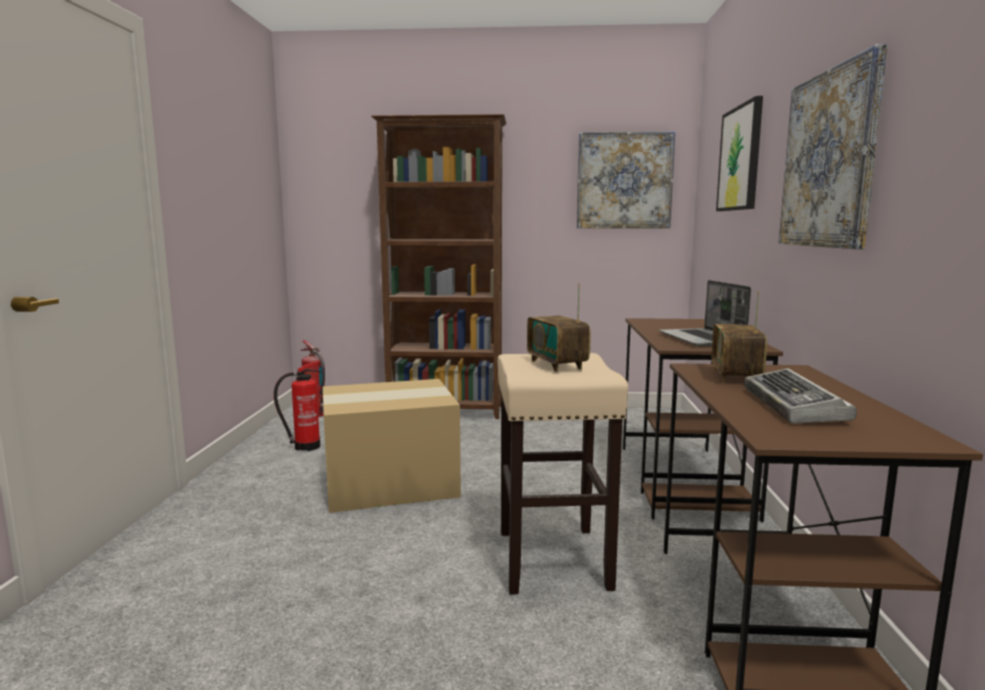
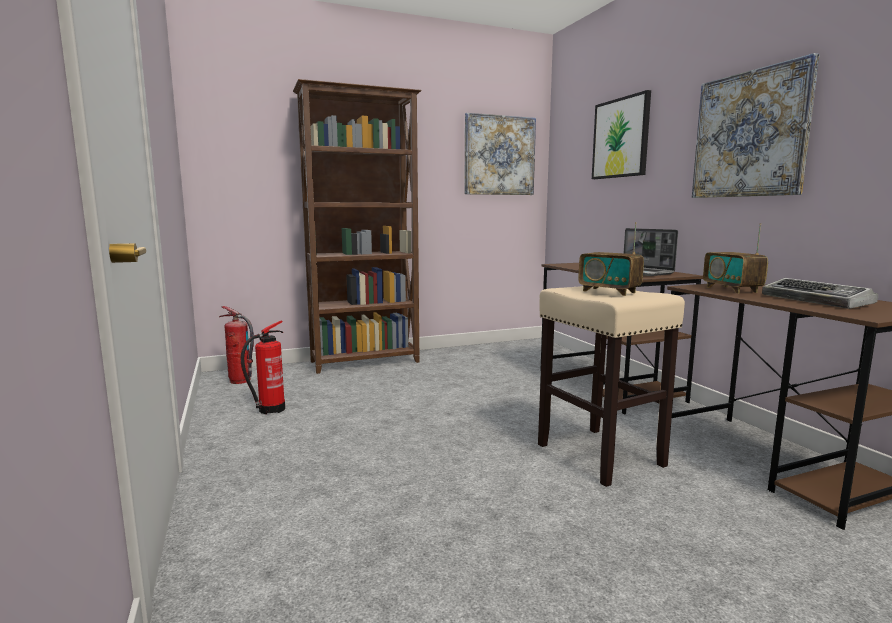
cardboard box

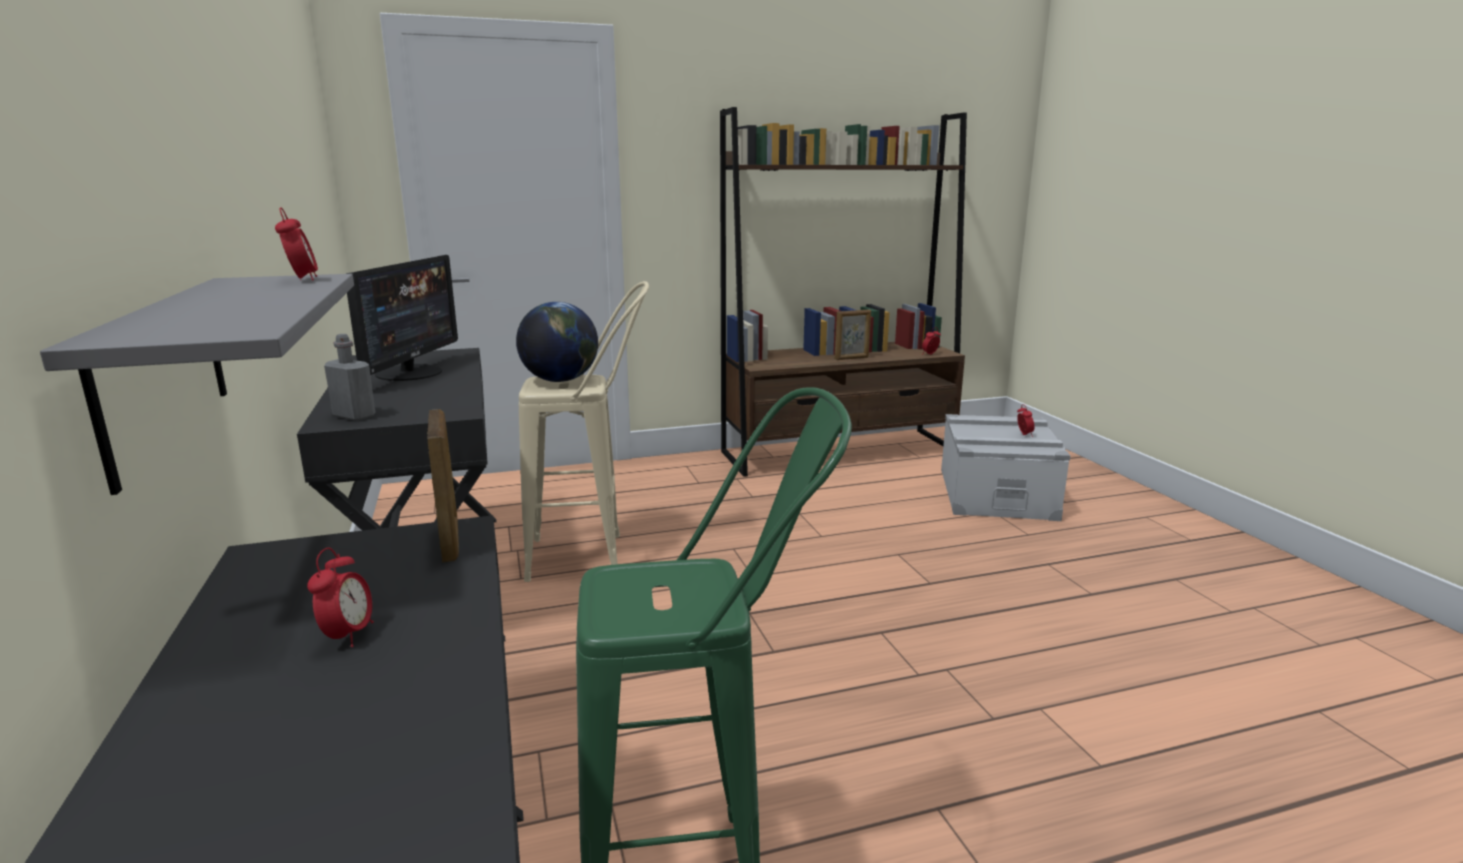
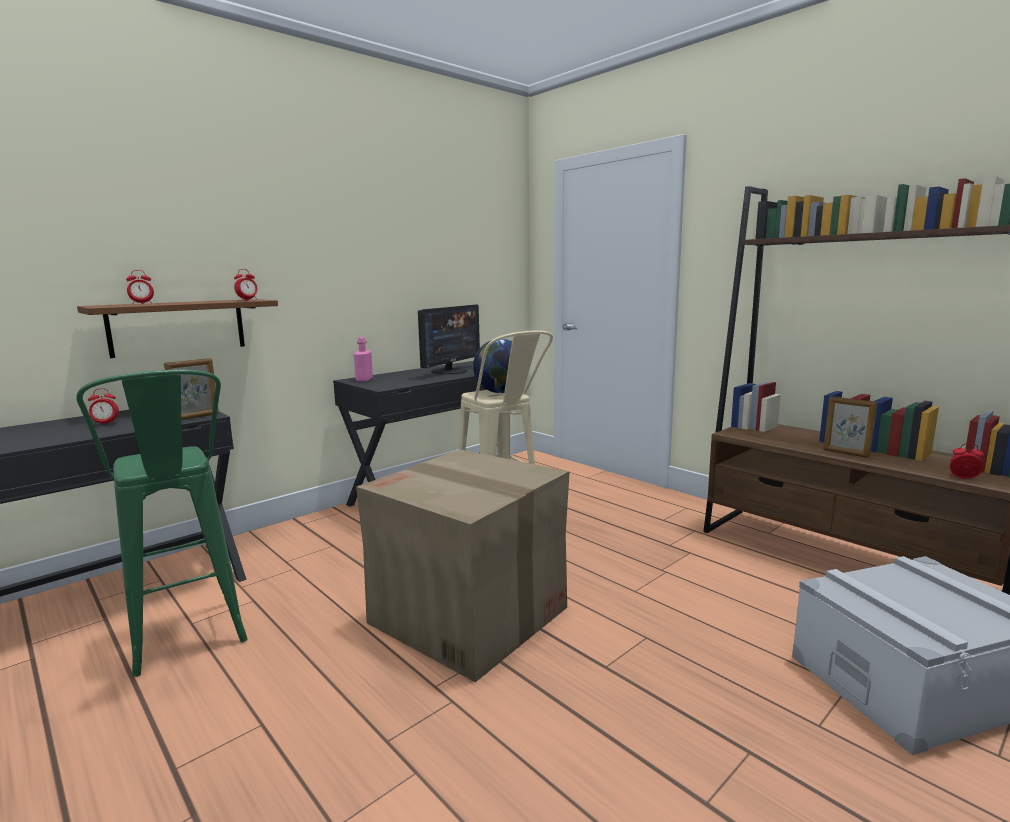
cardboard box
alarm clock (2nd from left)
brown shelf
pink bottle
monitor

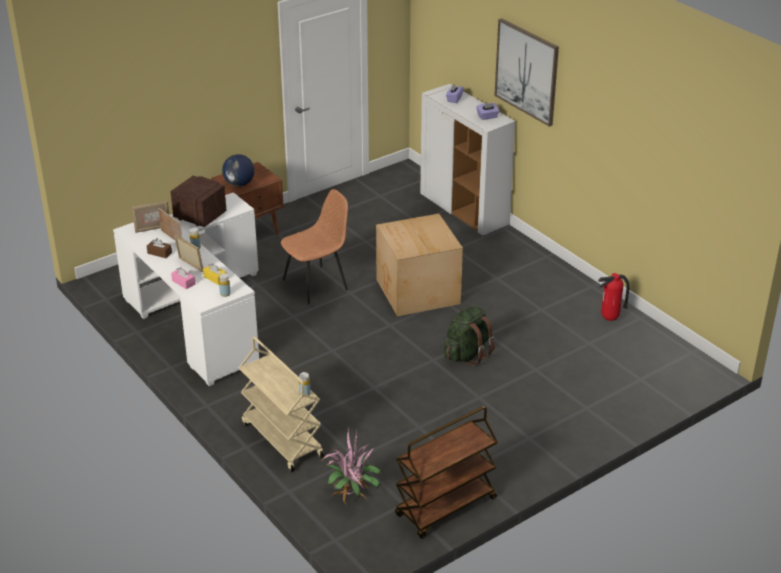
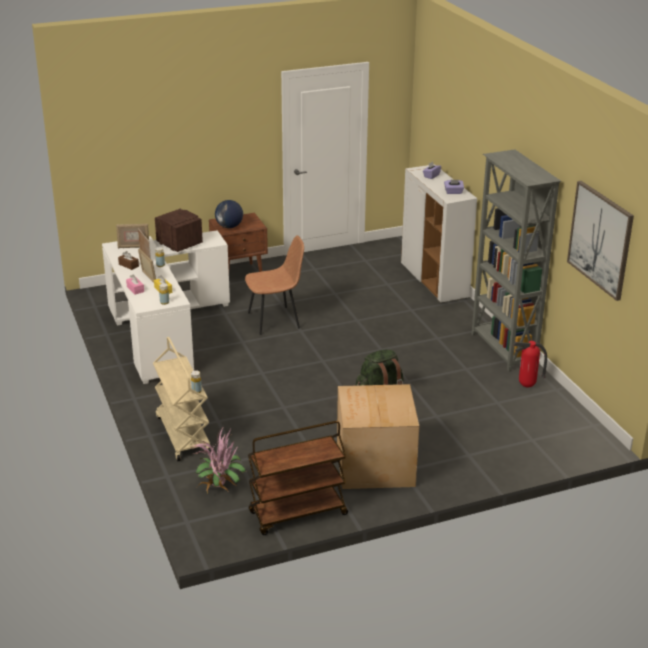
grey bookcase
cardboard box
picture

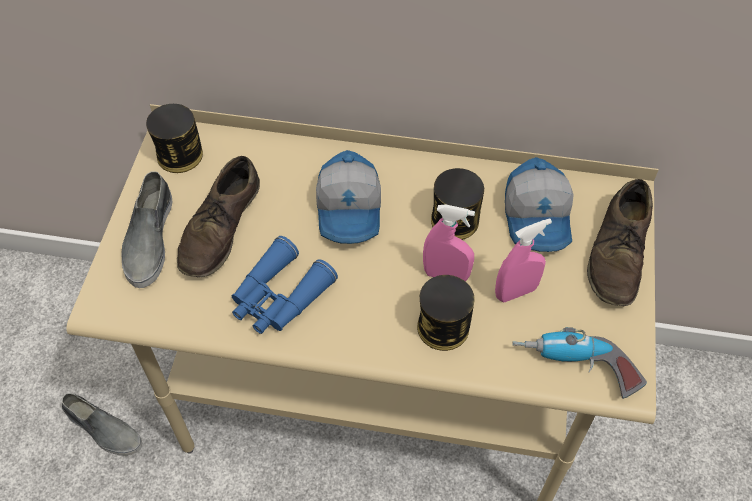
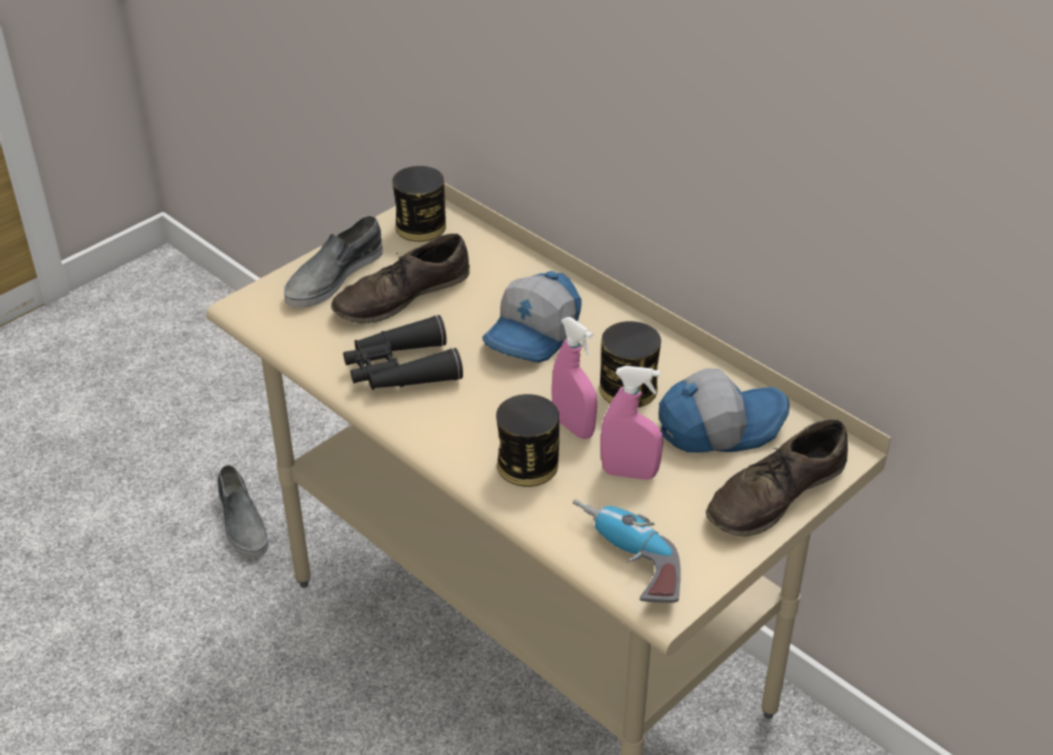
black binoculars
cap (2nd from left)

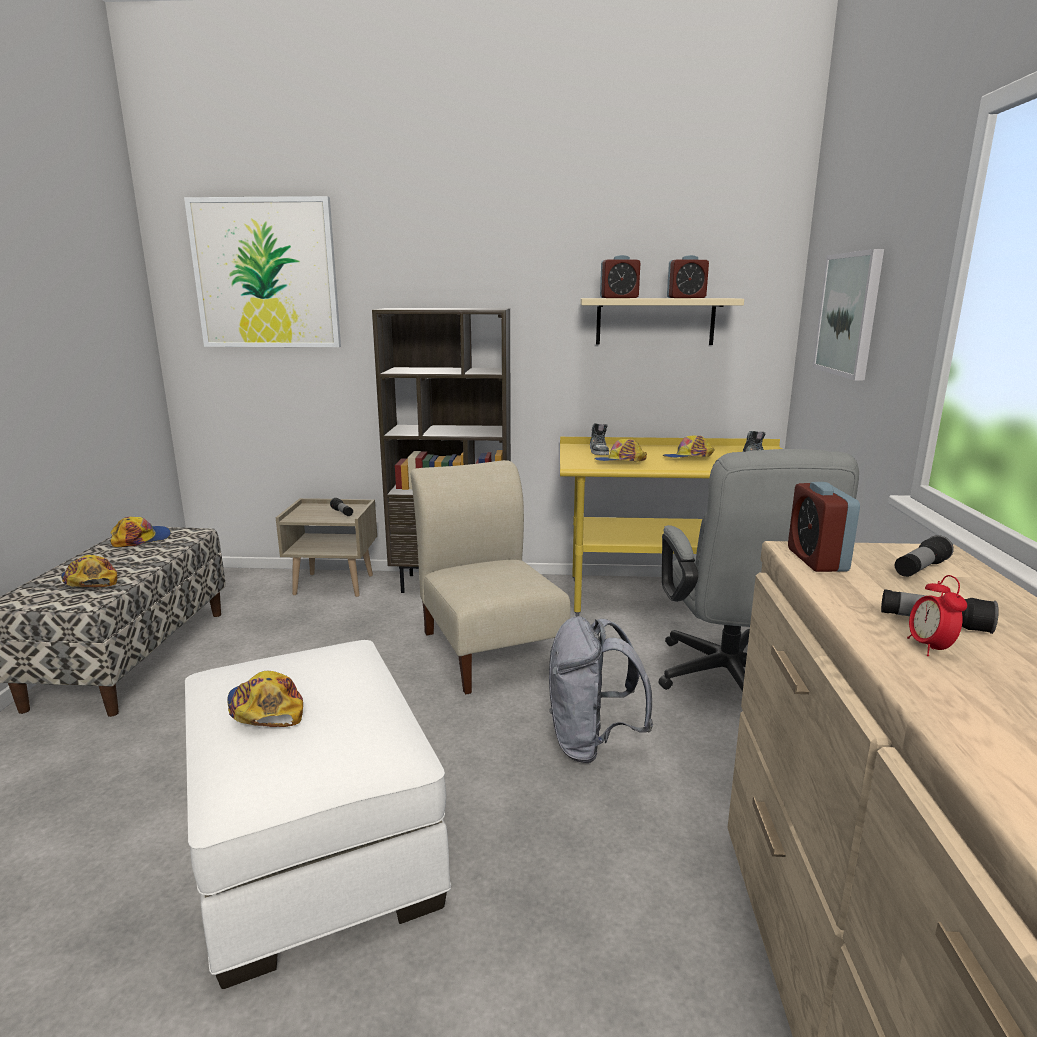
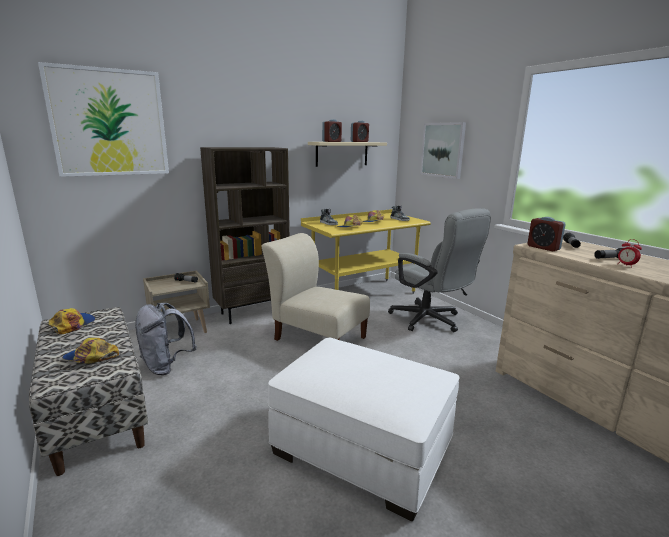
cap (3rd from left in the first image)
grey backpack

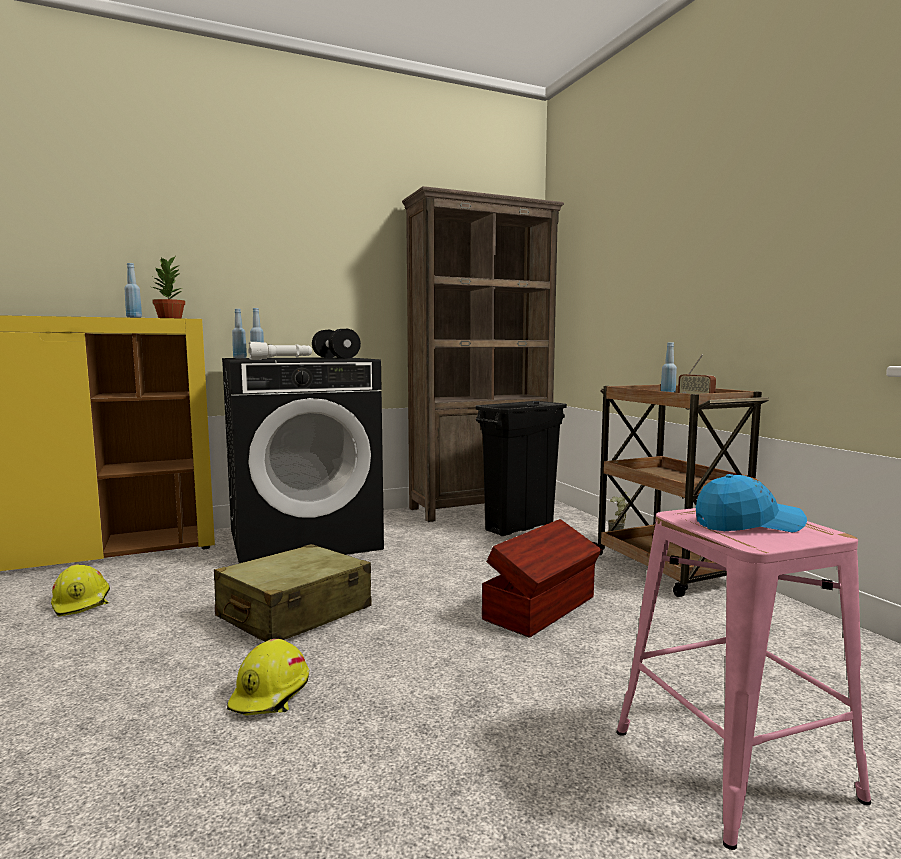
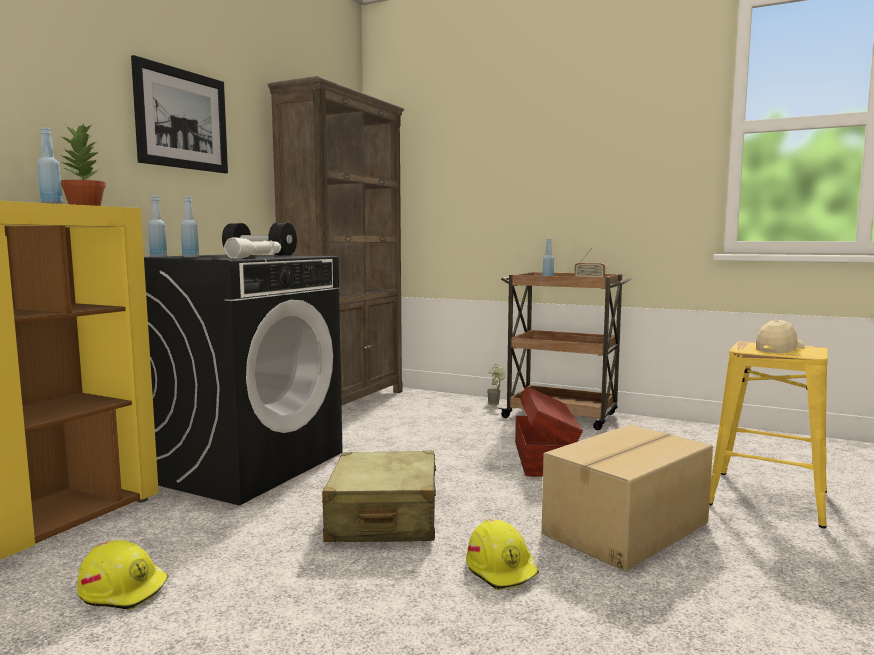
black trash can
picture
cardboard box
yellow stool
beige cap

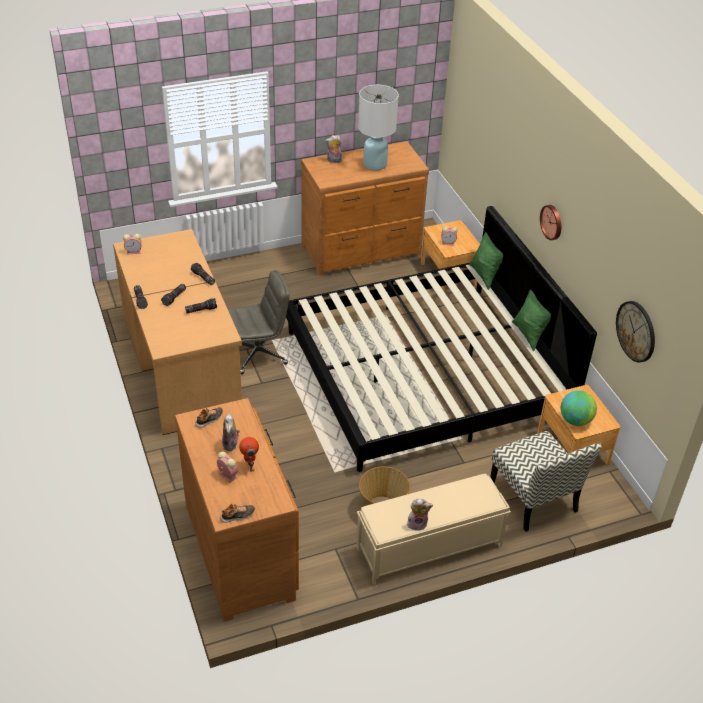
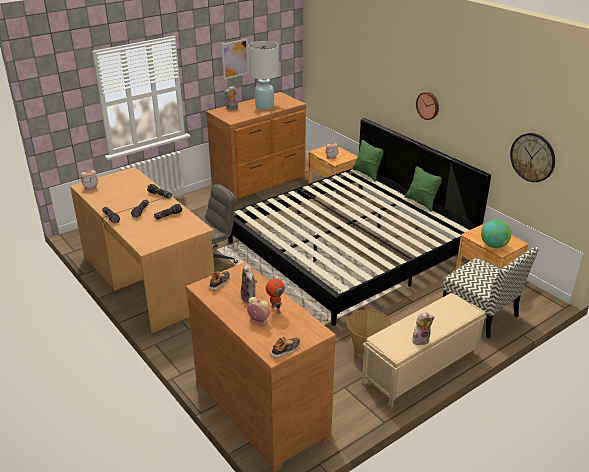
picture

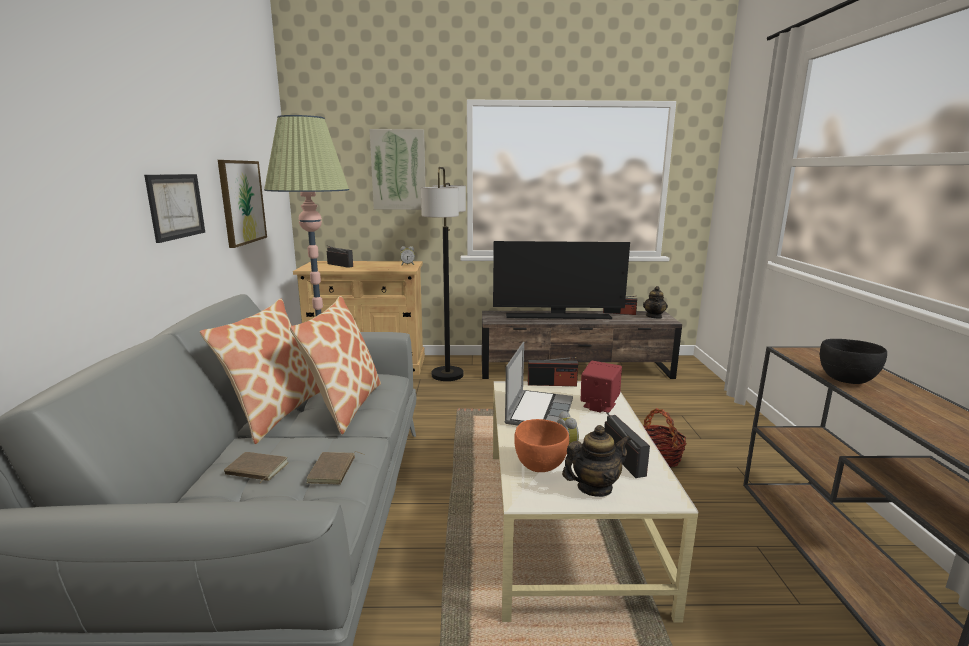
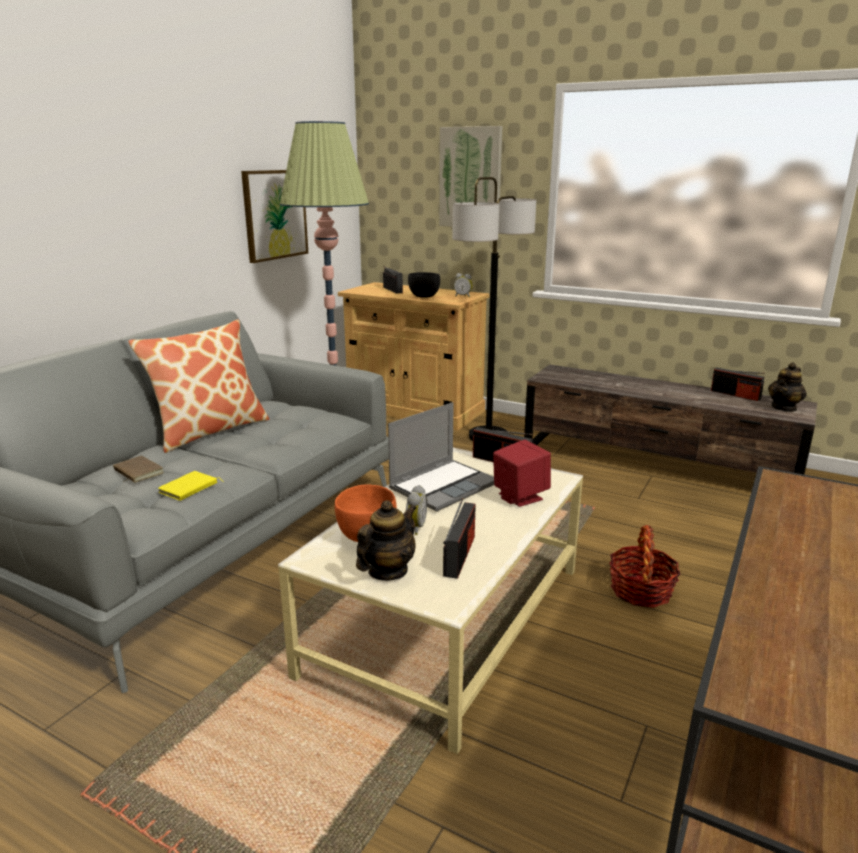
picture (1st from left in the first image)
pillow (2nd from left in the first image)
television
black bowl
yellow book
teapot (1st from left)

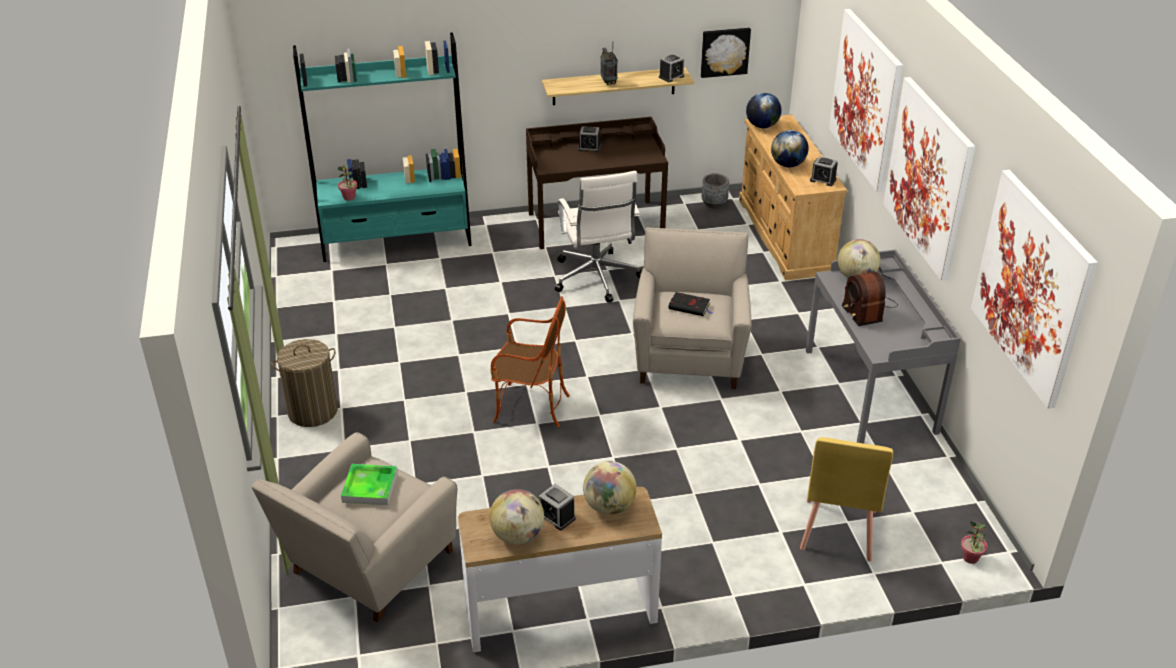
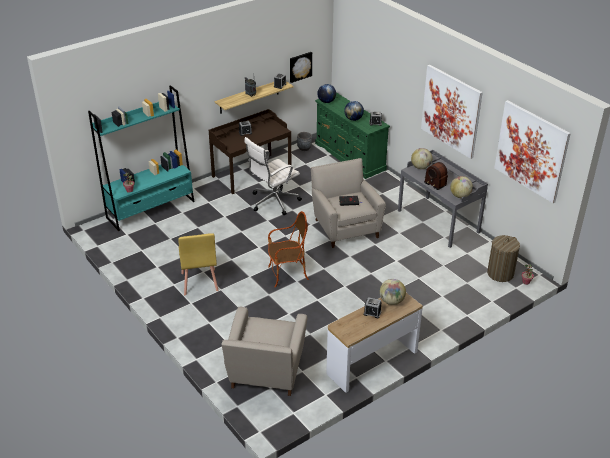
tray
picture (2nd from left in the first image)
laundry basket
globe (5th from left)
yellow chair
green dresser
white office chair

